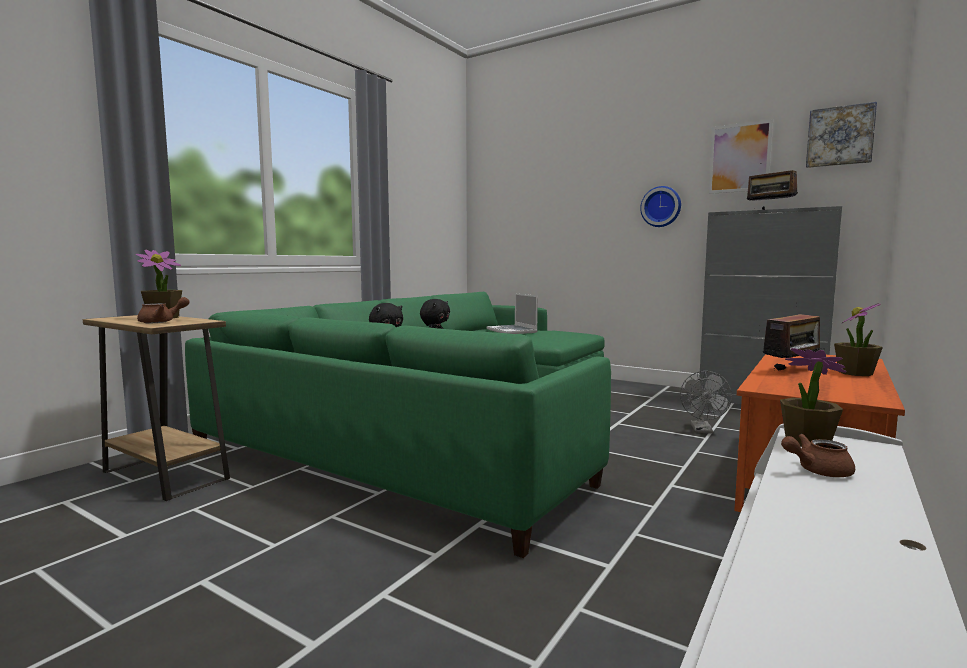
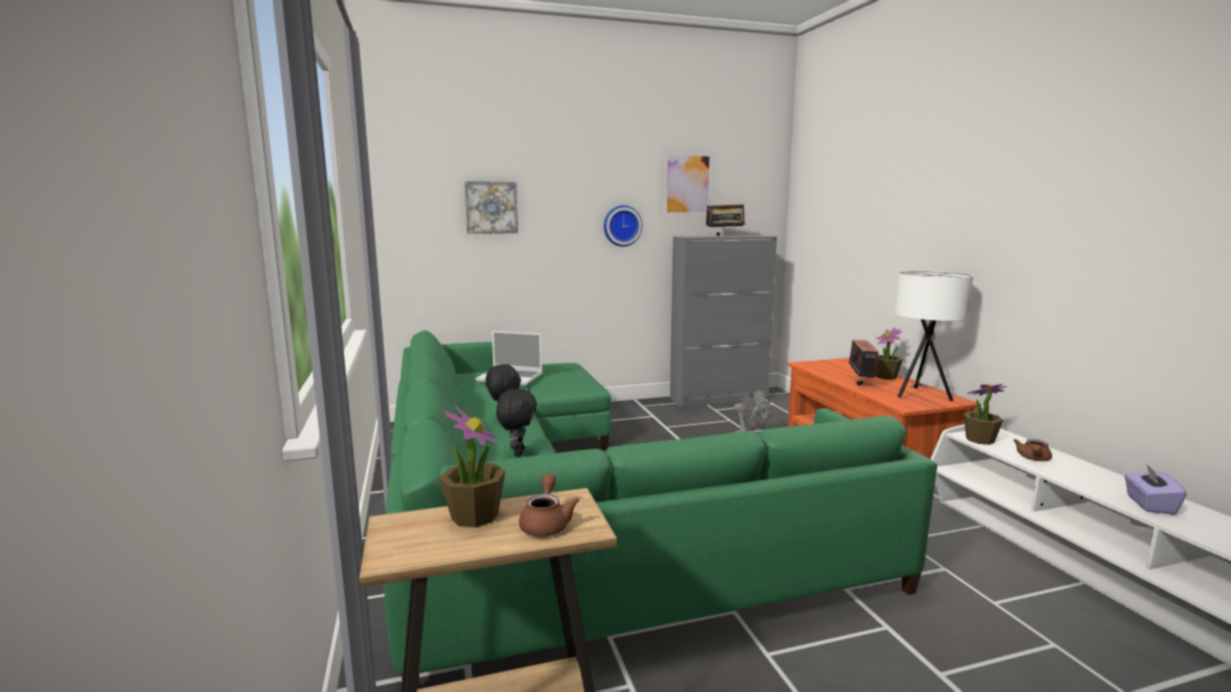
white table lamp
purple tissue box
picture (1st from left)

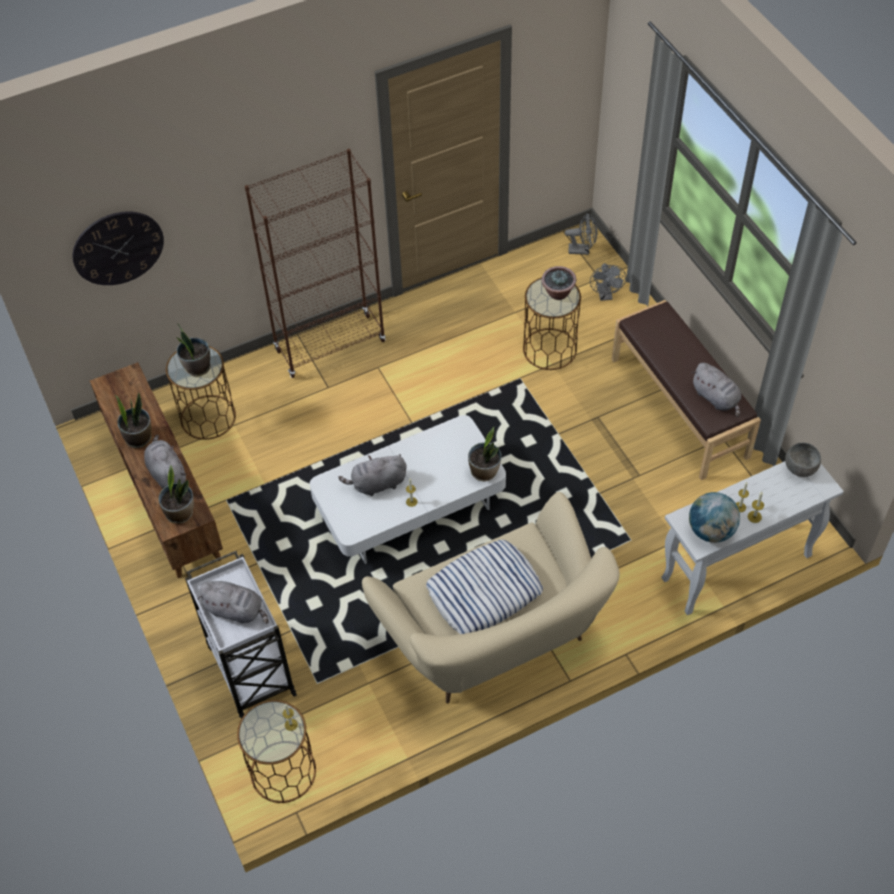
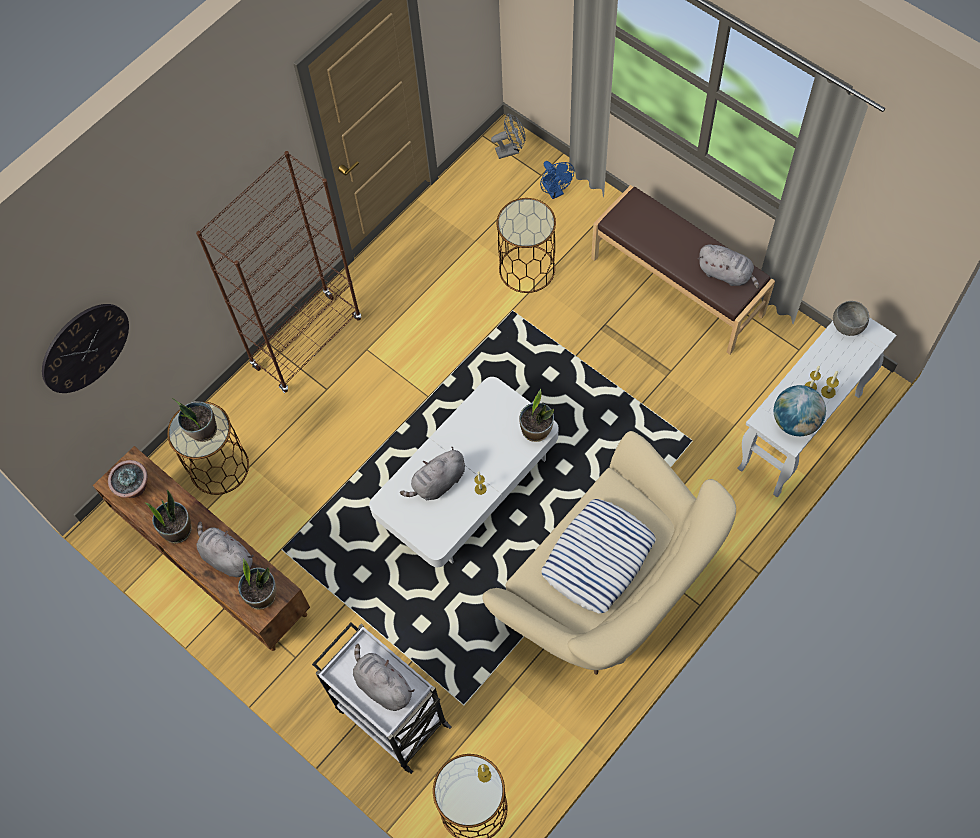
potted plant (1st from left)
blue fan
grey plush toy (2nd from left)

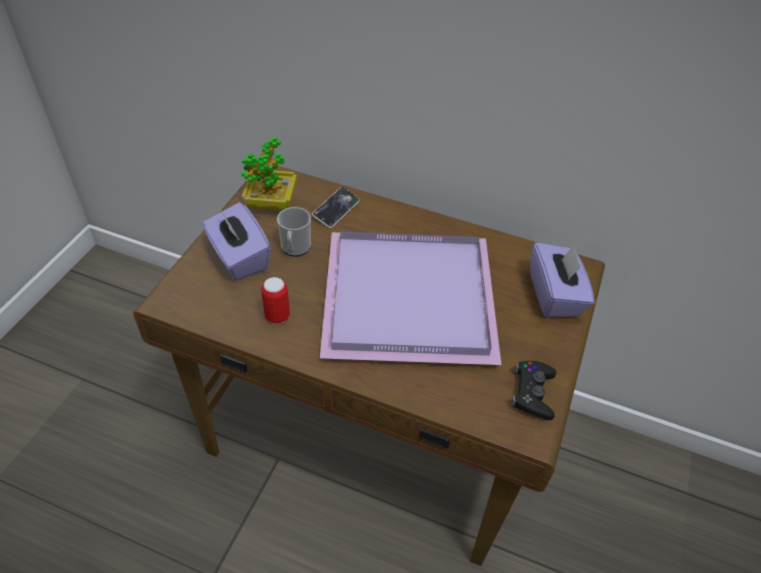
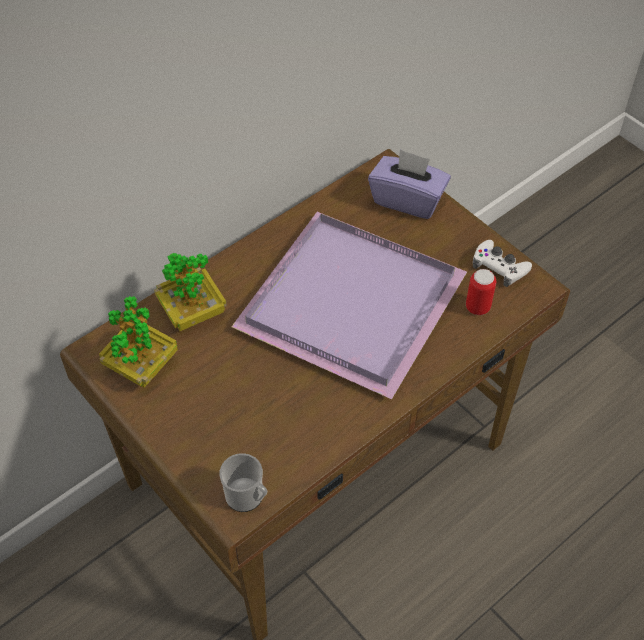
purple tissue box (1st from left in the first image)
can
mug
potted plant (2nd from left)
white game controller

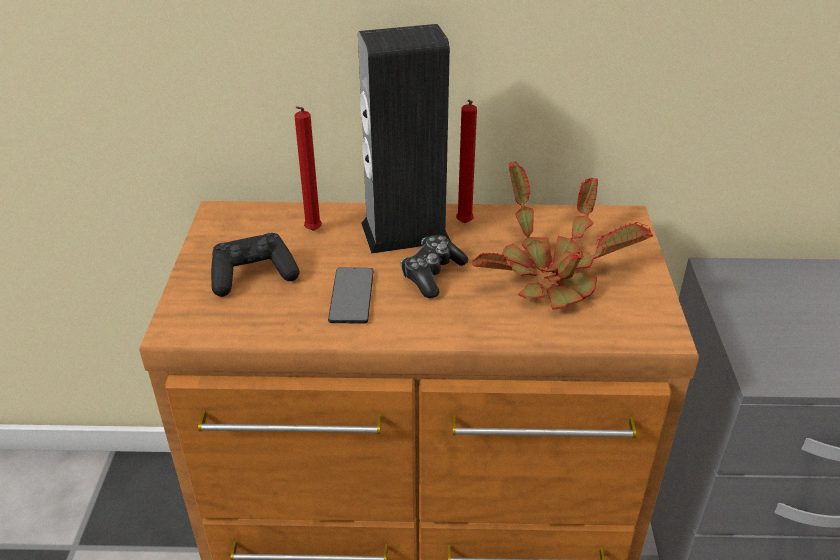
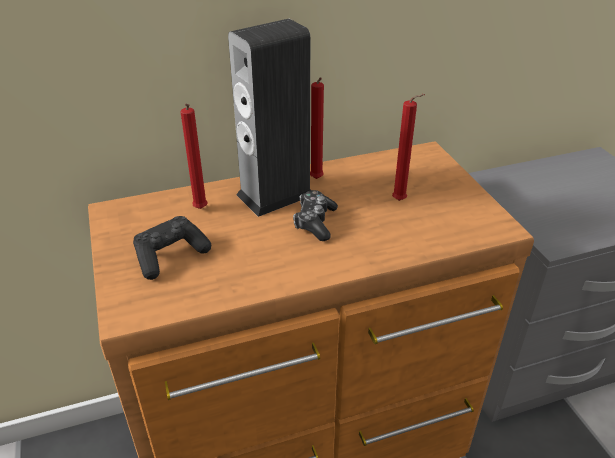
phone
red candle (3rd from left)

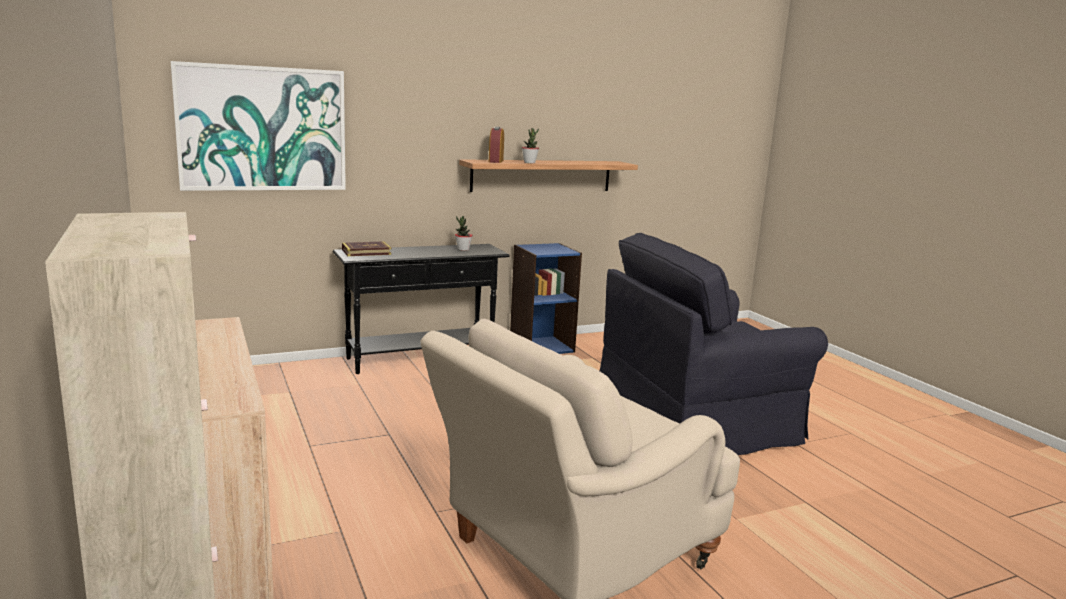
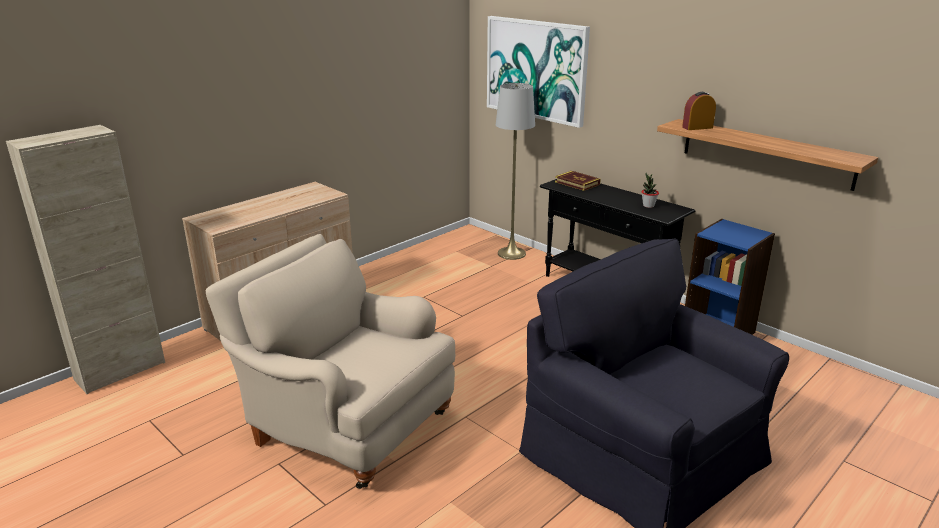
potted plant (2nd from left in the first image)
grey floor lamp

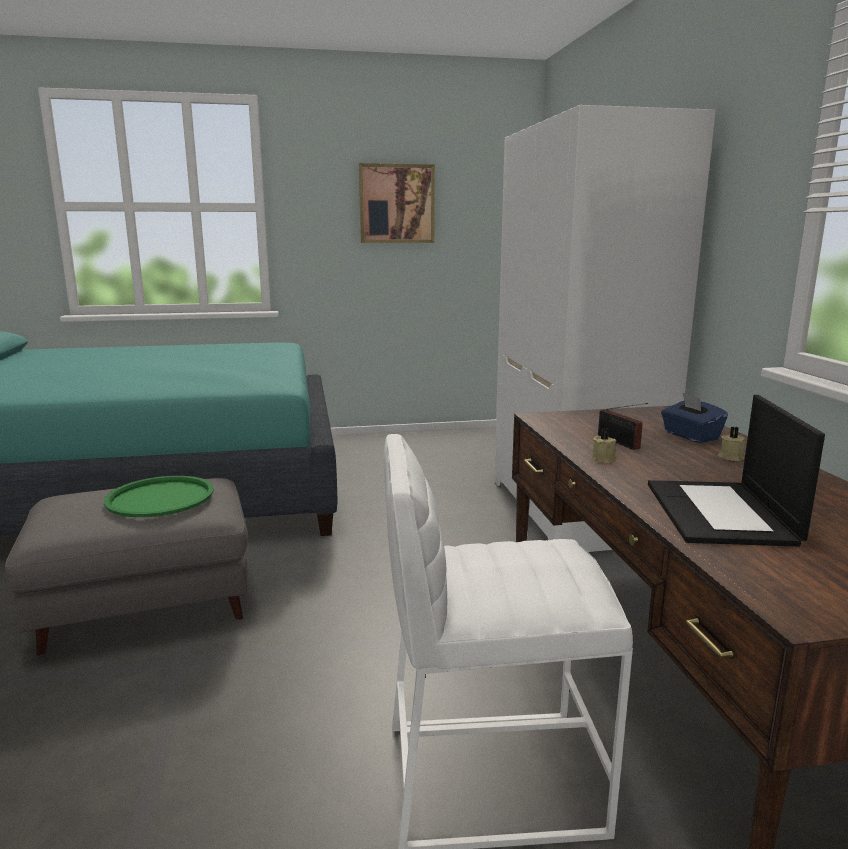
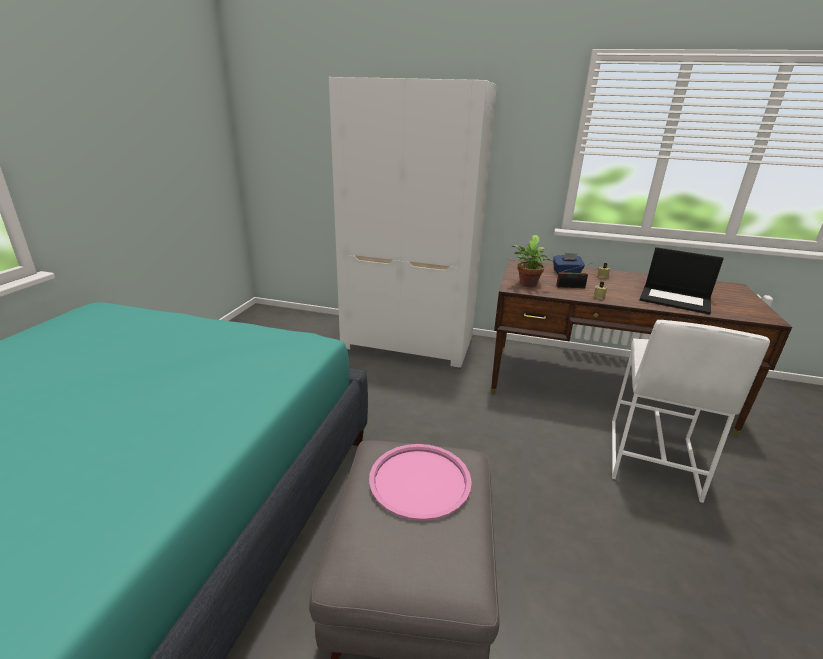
picture
potted plant
pink tray

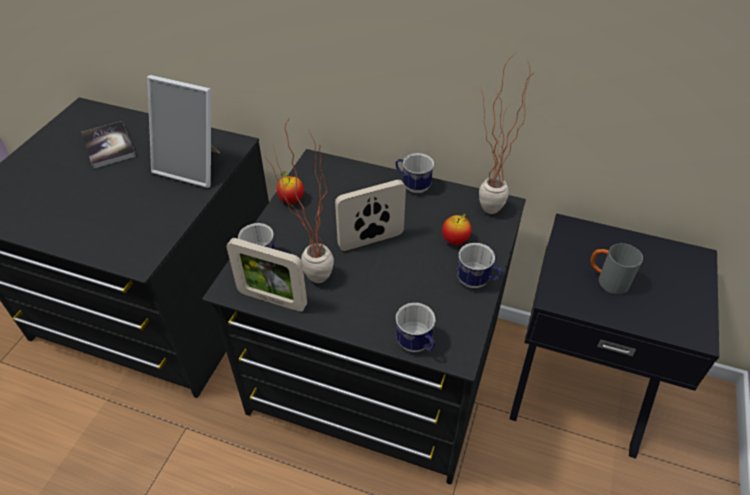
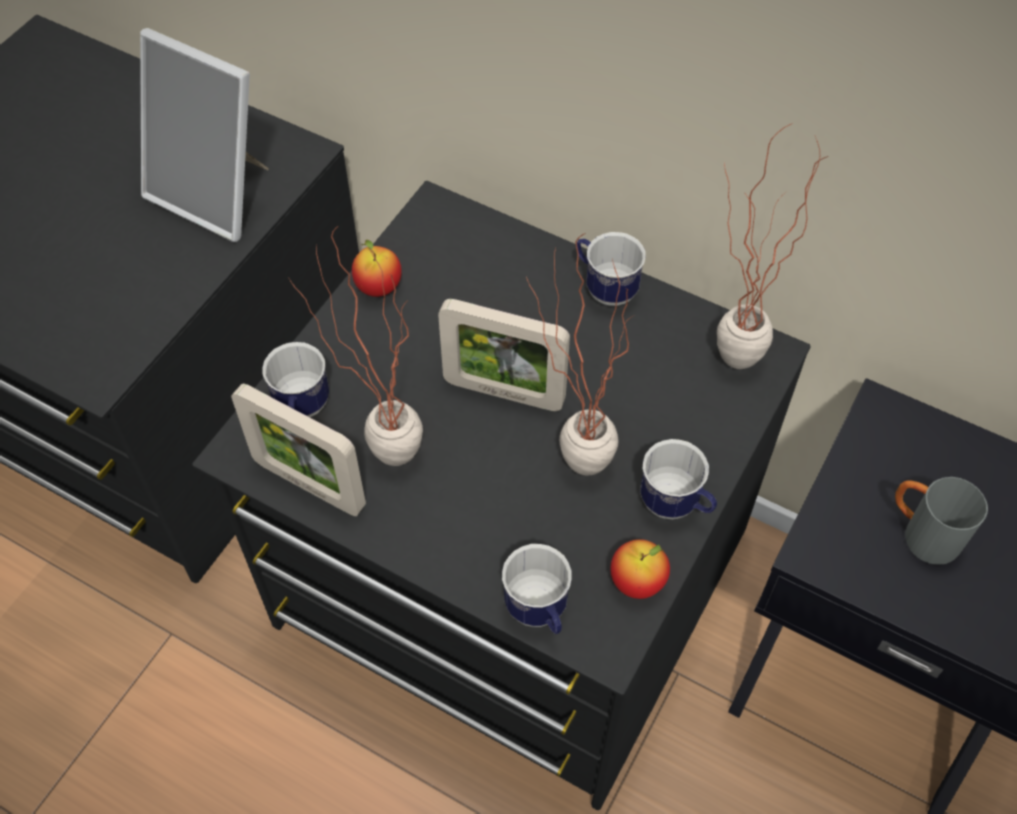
book
potted plant (2nd from left)
apple (2nd from left)
picture frame (3rd from left)

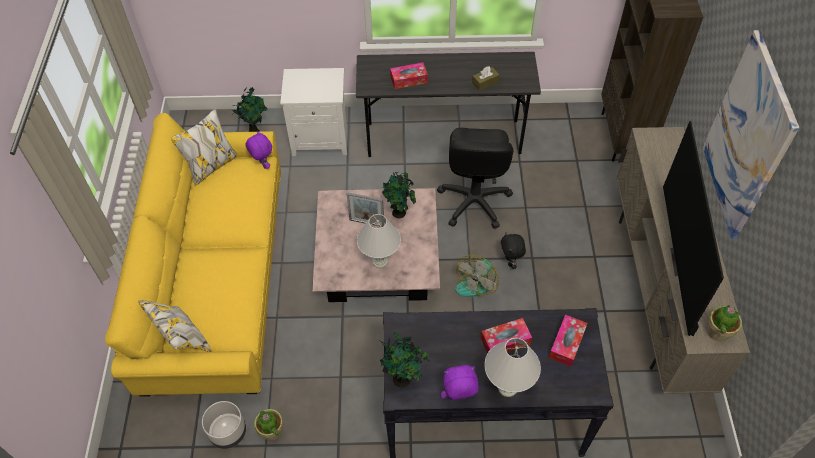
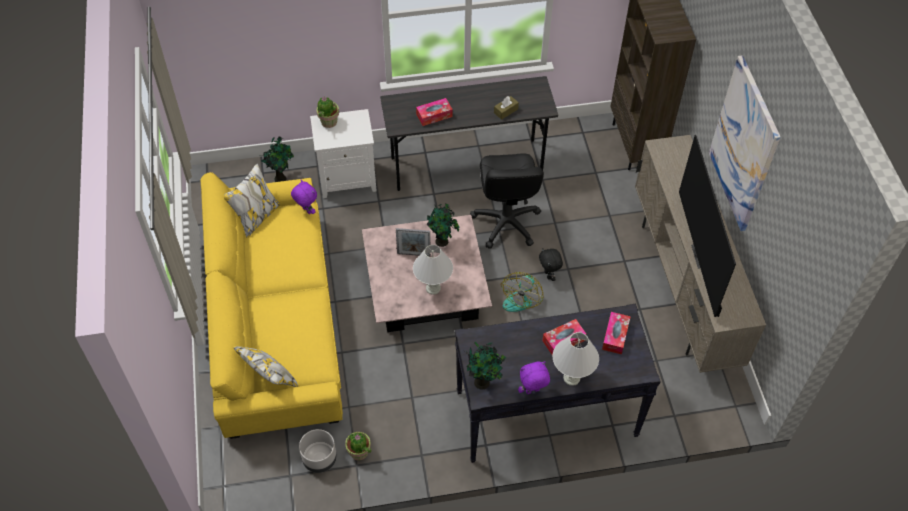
potted plant (2nd from left)

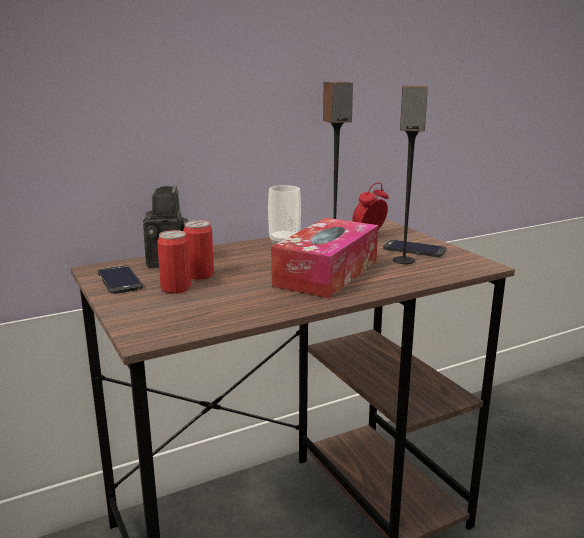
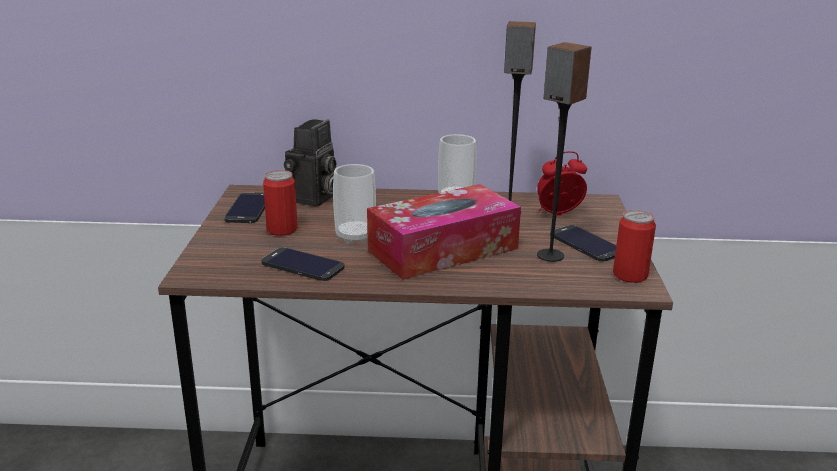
phone (2nd from left)
cup (1st from left)
can (2nd from left)

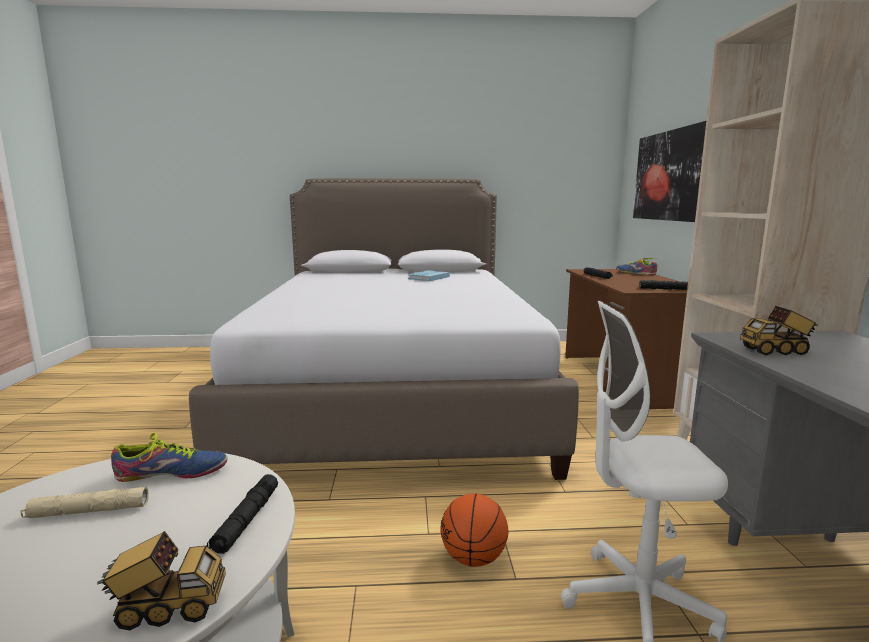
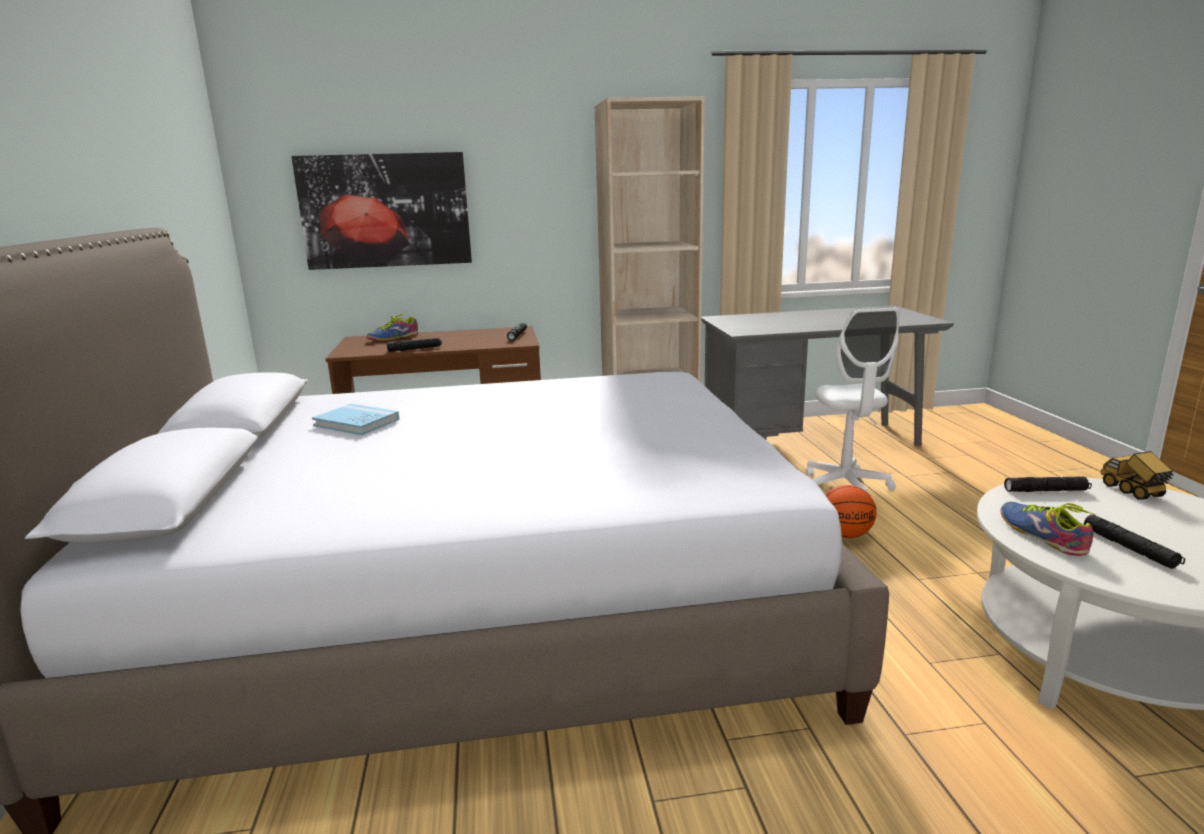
toy truck (2nd from left in the first image)
black flashlight (4th from left)

